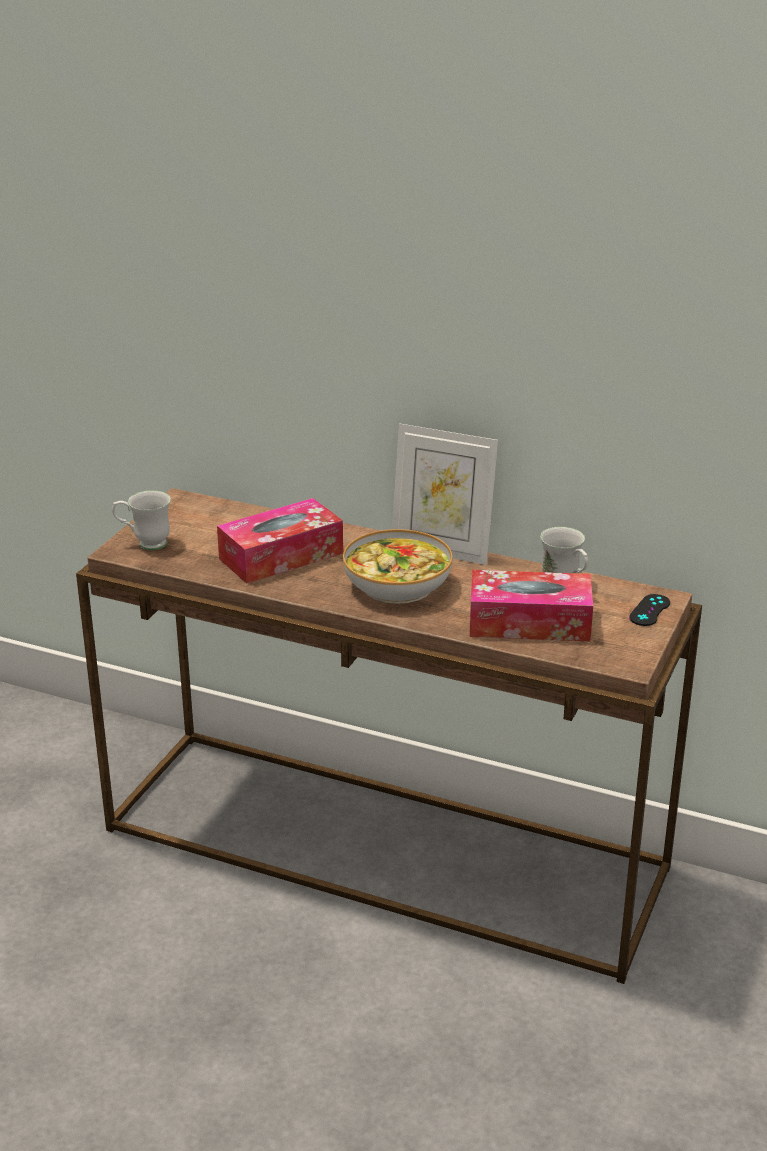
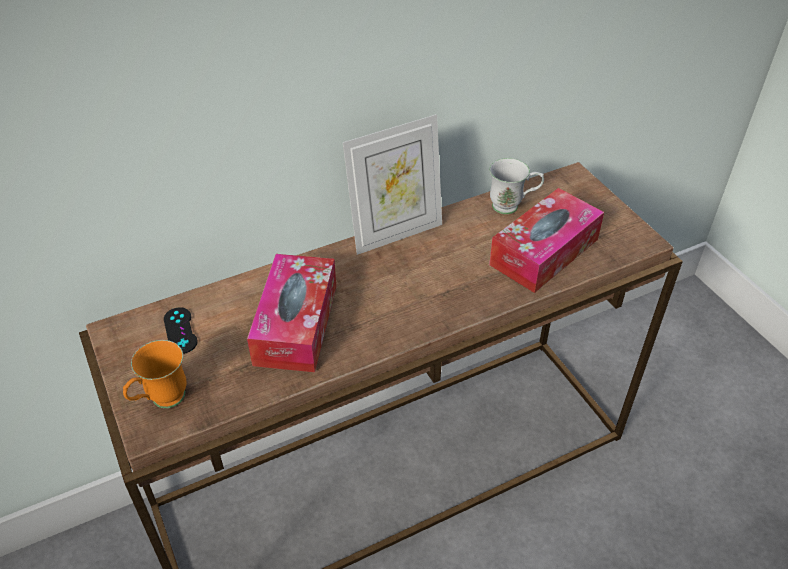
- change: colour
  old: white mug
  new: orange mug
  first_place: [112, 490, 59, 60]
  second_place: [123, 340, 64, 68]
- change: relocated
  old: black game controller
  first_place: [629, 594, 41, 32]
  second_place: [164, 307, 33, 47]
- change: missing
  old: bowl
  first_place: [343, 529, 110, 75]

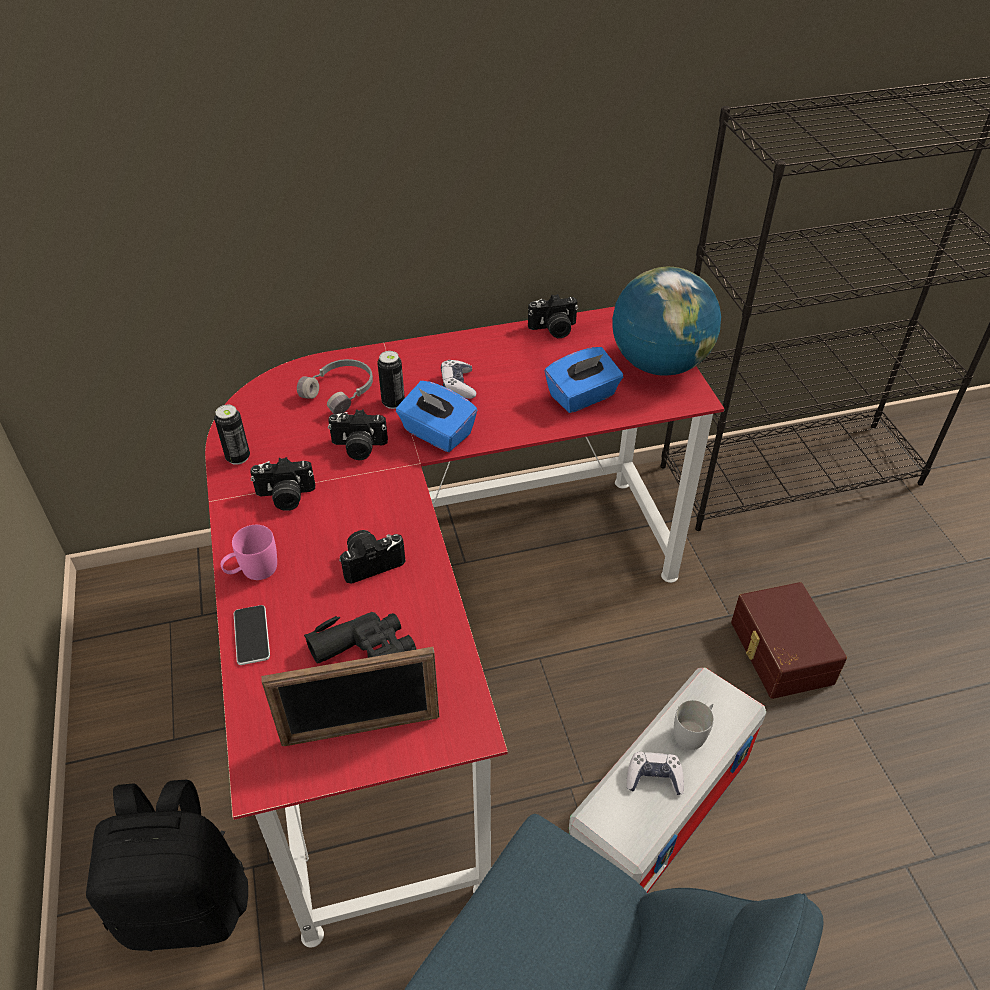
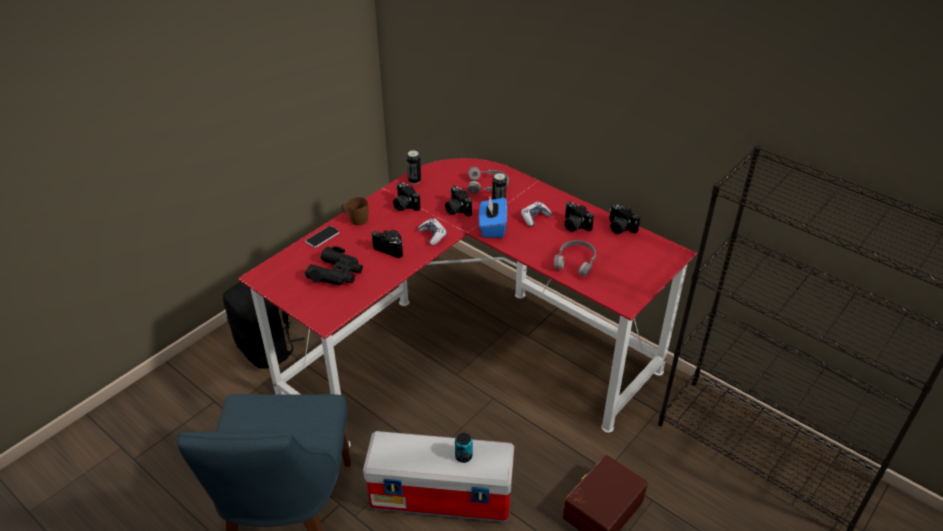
- change: colour
  old: pink mug
  new: brown mug
  first_place: [221, 525, 56, 55]
  second_place: [341, 197, 27, 29]
- change: relocated
  old: game controller
  first_place: [627, 752, 57, 43]
  second_place: [418, 218, 29, 27]
- change: exchanged
  old: white mug
  new: can
  first_place: [674, 700, 40, 50]
  second_place: [455, 433, 17, 30]
- change: exchanged
  old: blue tissue box
  new: grey headphones
  first_place: [545, 347, 78, 66]
  second_place: [554, 240, 42, 37]
- change: appeared
  new: photo camera
  second_place: [564, 202, 30, 30]
- change: missing
  old: picture frame
  first_place: [261, 647, 178, 99]
- change: missing
  old: globe
  first_place: [612, 267, 109, 109]

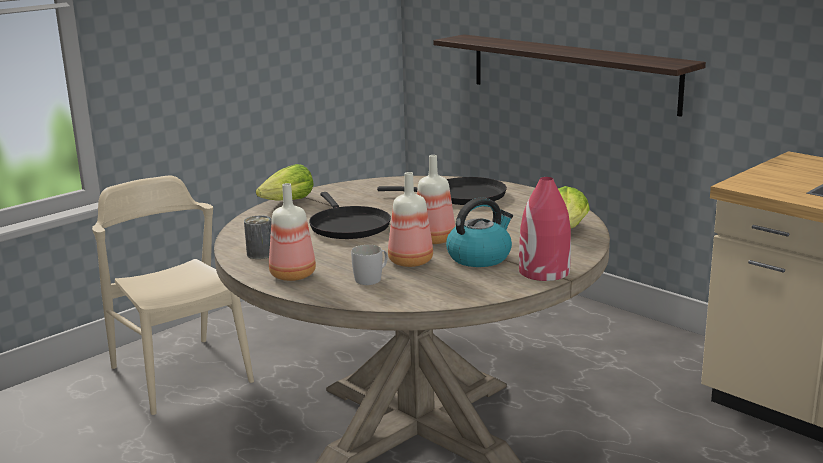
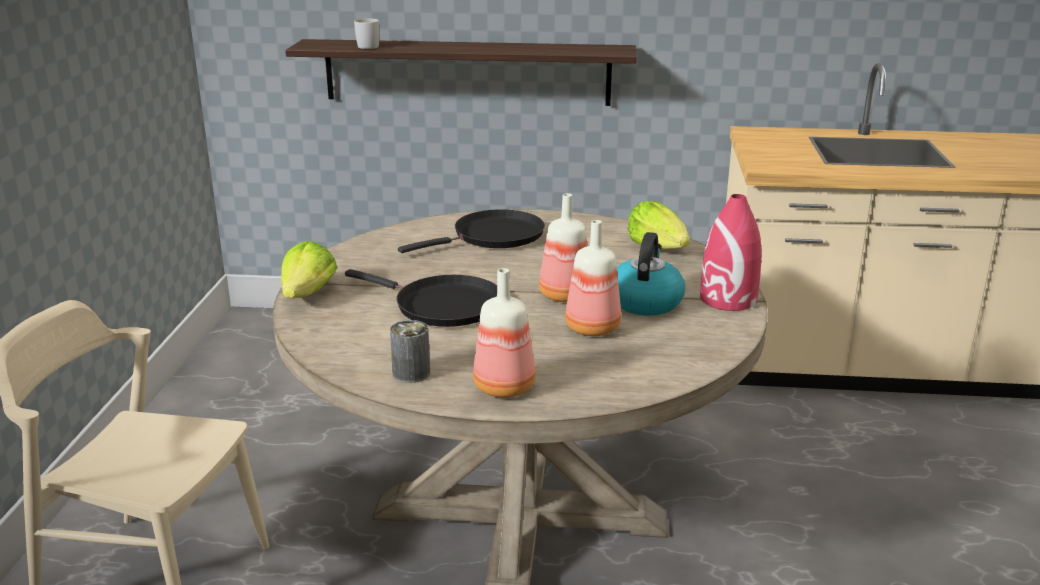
- change: relocated
  old: white mug
  first_place: [351, 245, 37, 40]
  second_place: [354, 19, 26, 30]

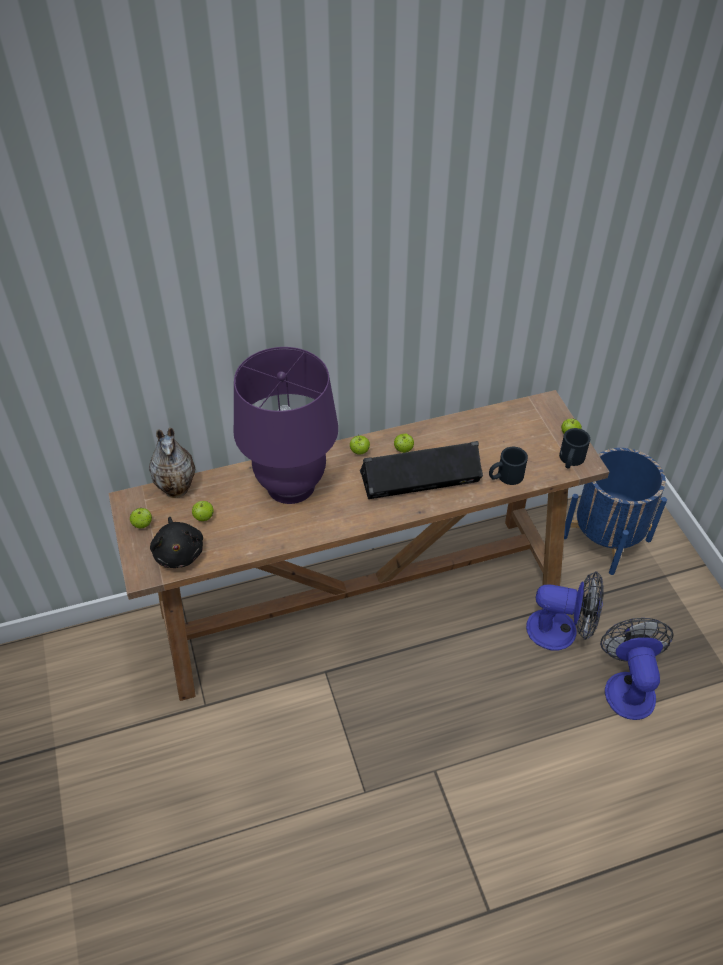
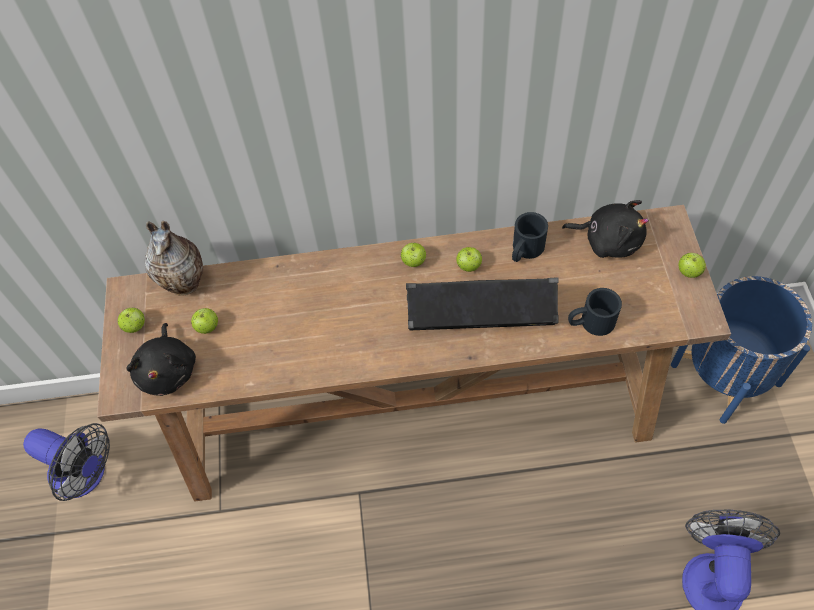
- change: relocated
  old: fan
  first_place: [526, 571, 78, 79]
  second_place: [23, 423, 87, 78]
- change: relocated
  old: black mug
  first_place: [559, 428, 31, 41]
  second_place: [512, 212, 36, 50]
- change: appeared
  new: black plush toy
  second_place: [562, 200, 87, 58]
- change: missing
  old: purple table lamp
  first_place: [234, 347, 104, 157]

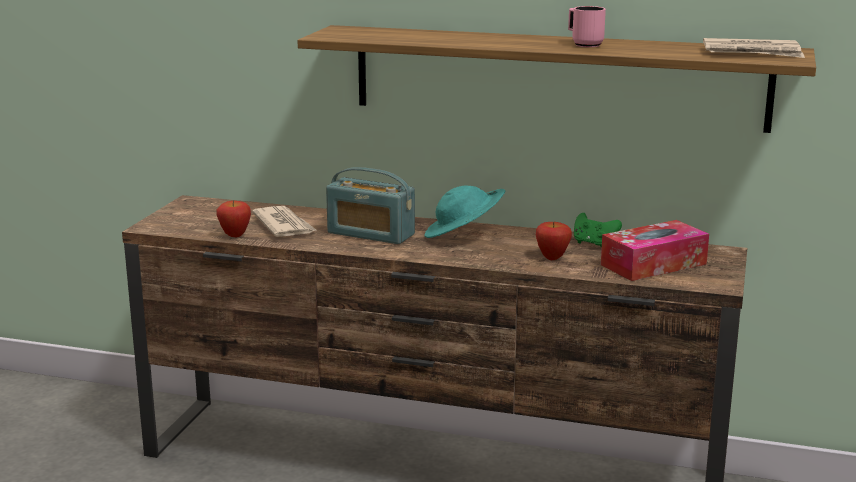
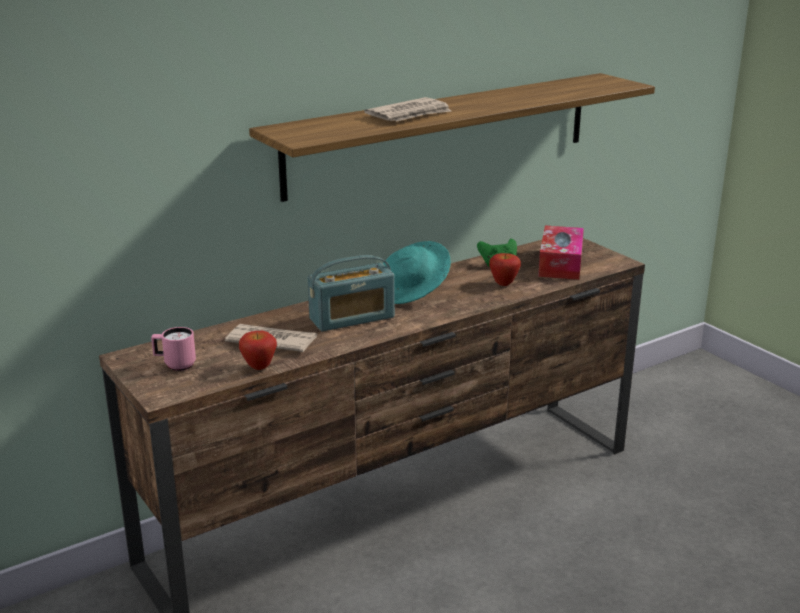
- change: relocated
  old: pink mug
  first_place: [568, 6, 38, 41]
  second_place: [151, 327, 45, 44]
- change: relocated
  old: newspaper
  first_place: [703, 38, 102, 20]
  second_place: [364, 97, 87, 24]

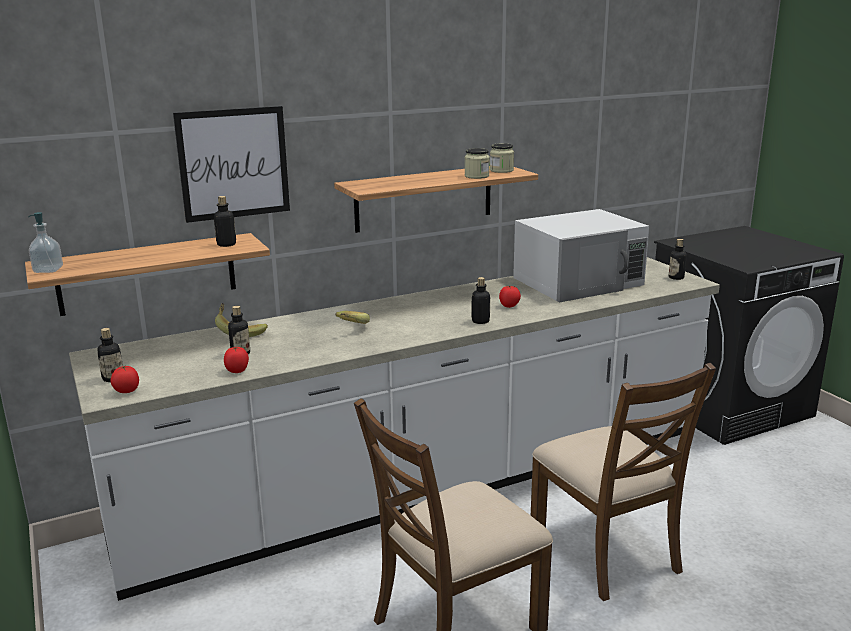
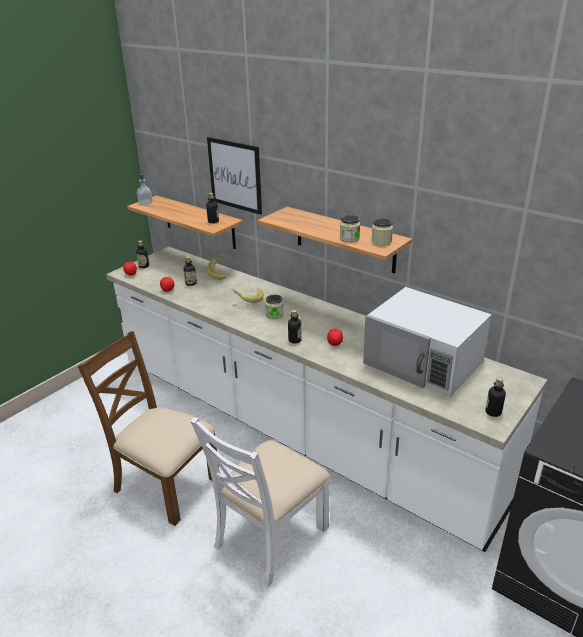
- change: colour
  old: brown chair
  new: white chair
  first_place: [531, 363, 185, 238]
  second_place: [190, 417, 140, 170]
- change: appeared
  new: jar
  second_place: [265, 295, 19, 24]

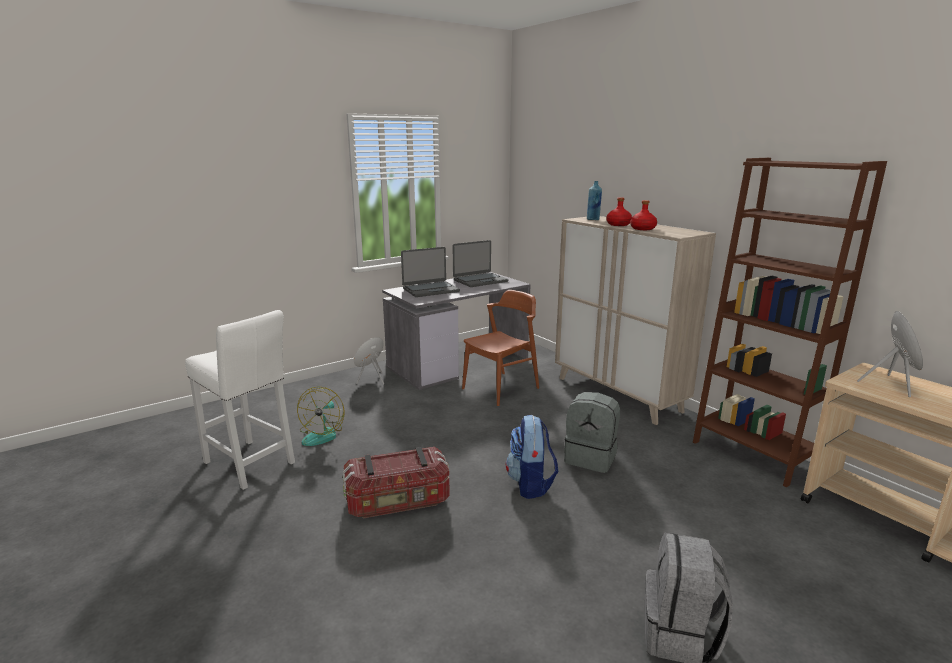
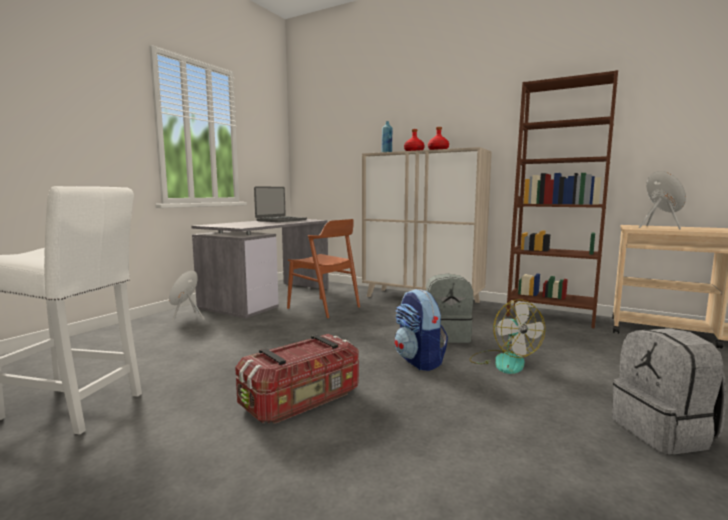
- change: spun
  old: brown chair
  first_place: [462, 290, 77, 116]
  second_place: [287, 219, 73, 99]
  degrees: 105
- change: relocated
  old: fan
  first_place: [297, 386, 47, 60]
  second_place: [469, 299, 76, 75]
- change: missing
  old: laptop
  first_place: [401, 247, 59, 50]

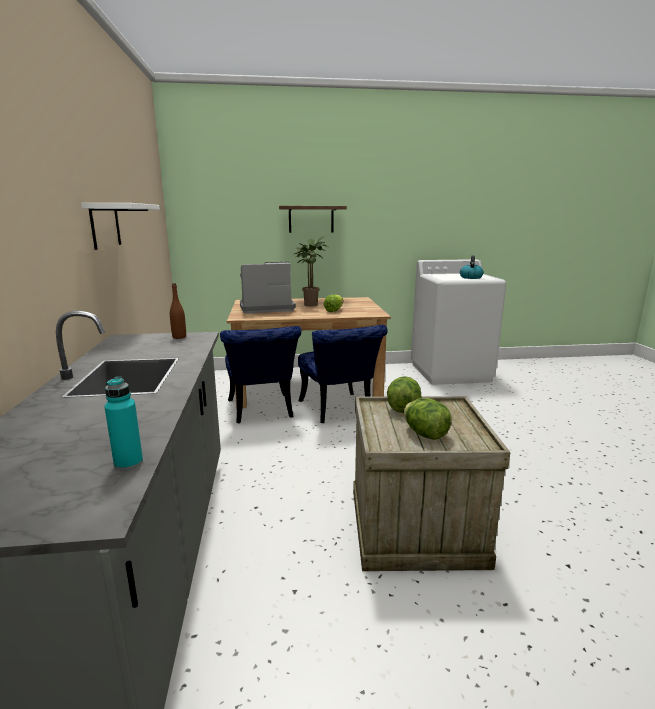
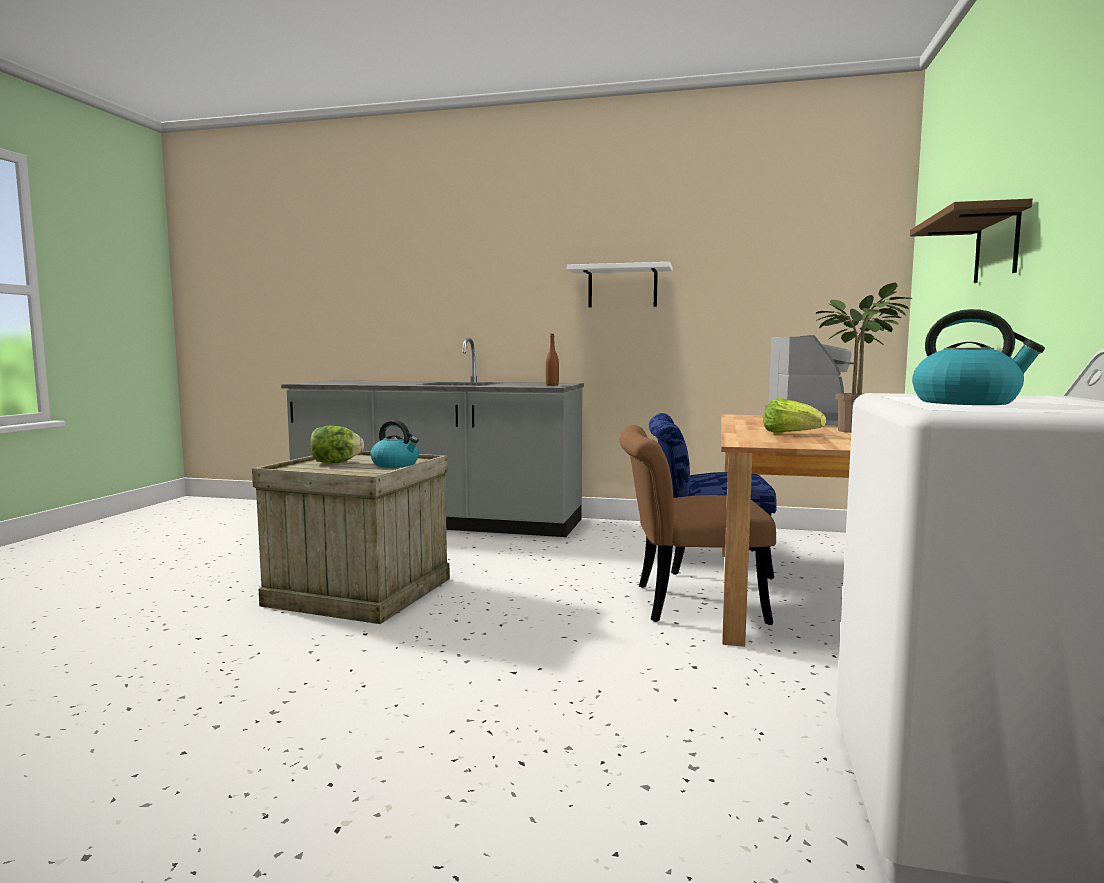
- change: exchanged
  old: lettuce
  new: kettle
  first_place: [387, 376, 34, 37]
  second_place: [371, 420, 48, 48]
- change: colour
  old: blue chair
  new: brown chair
  first_place: [298, 325, 90, 98]
  second_place: [619, 425, 157, 200]
- change: missing
  old: turquoise bottle
  first_place: [104, 377, 39, 94]

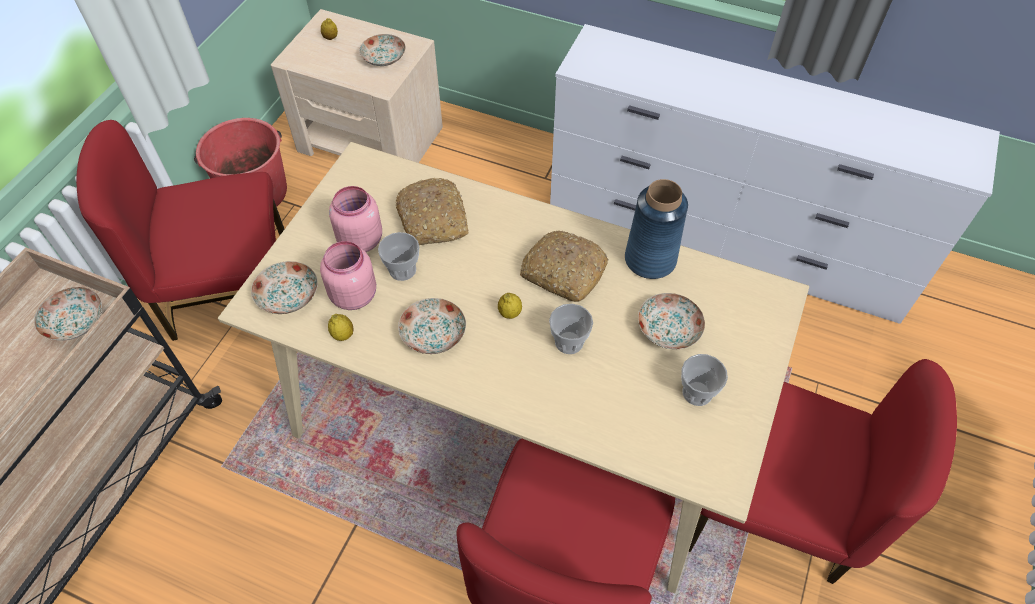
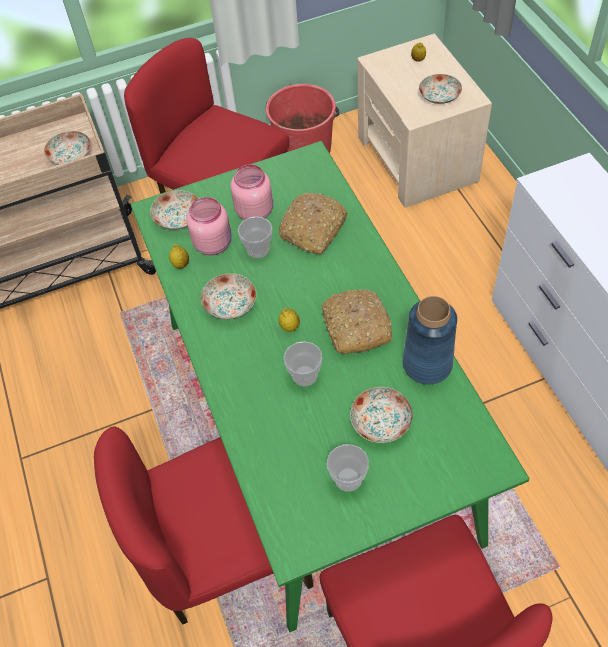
- change: colour
  old: beige dining table
  new: green dining table
  first_place: [218, 142, 591, 452]
  second_place: [130, 141, 400, 491]

